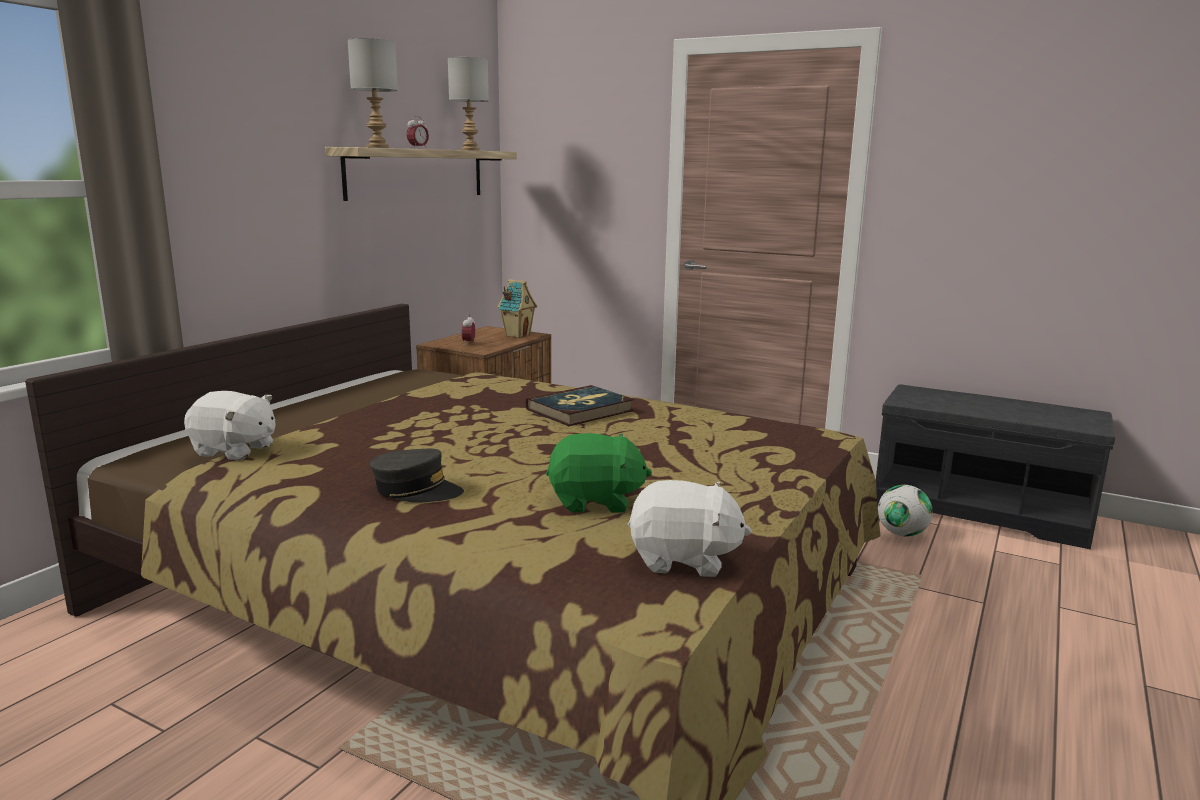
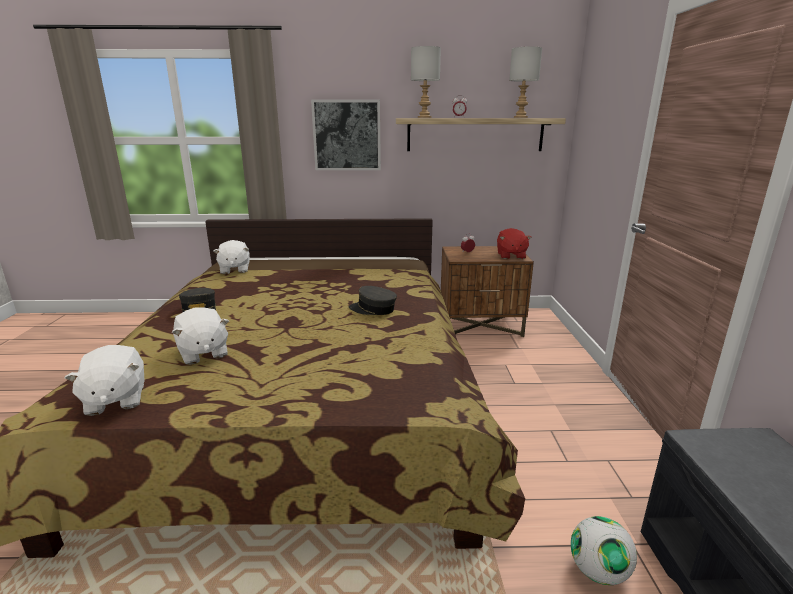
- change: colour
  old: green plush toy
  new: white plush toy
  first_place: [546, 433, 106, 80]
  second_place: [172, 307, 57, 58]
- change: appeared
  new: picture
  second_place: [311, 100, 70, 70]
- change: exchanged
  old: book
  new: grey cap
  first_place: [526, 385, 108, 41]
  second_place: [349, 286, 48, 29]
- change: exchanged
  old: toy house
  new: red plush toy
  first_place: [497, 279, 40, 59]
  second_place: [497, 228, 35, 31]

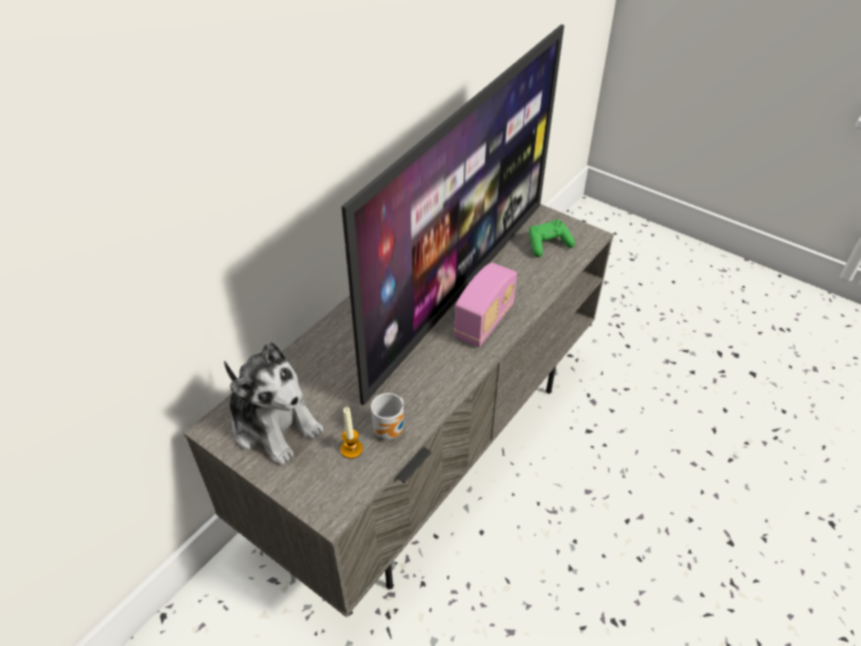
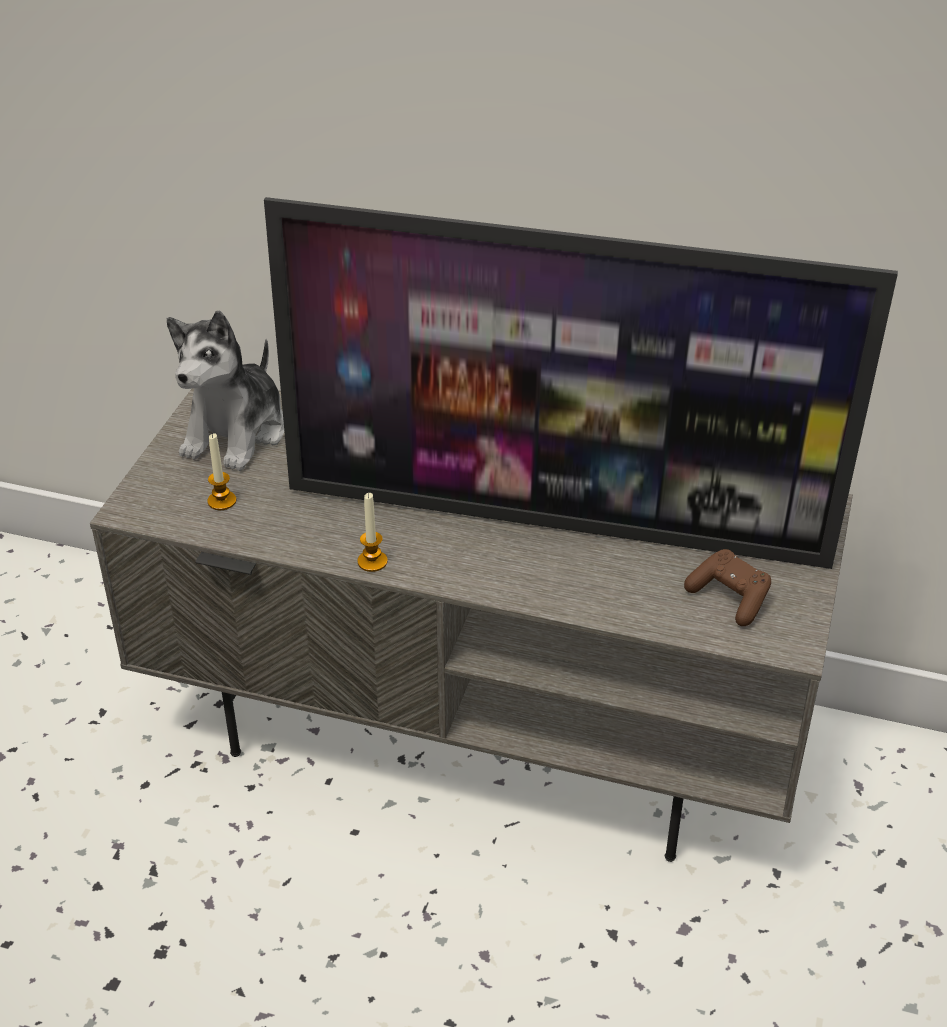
- change: appeared
  new: candle
  second_place: [357, 493, 31, 79]
- change: colour
  old: green game controller
  new: brown game controller
  first_place: [529, 219, 46, 38]
  second_place: [684, 549, 87, 77]
- change: missing
  old: mug
  first_place: [371, 393, 33, 46]
- change: missing
  old: radio
  first_place: [454, 262, 63, 85]

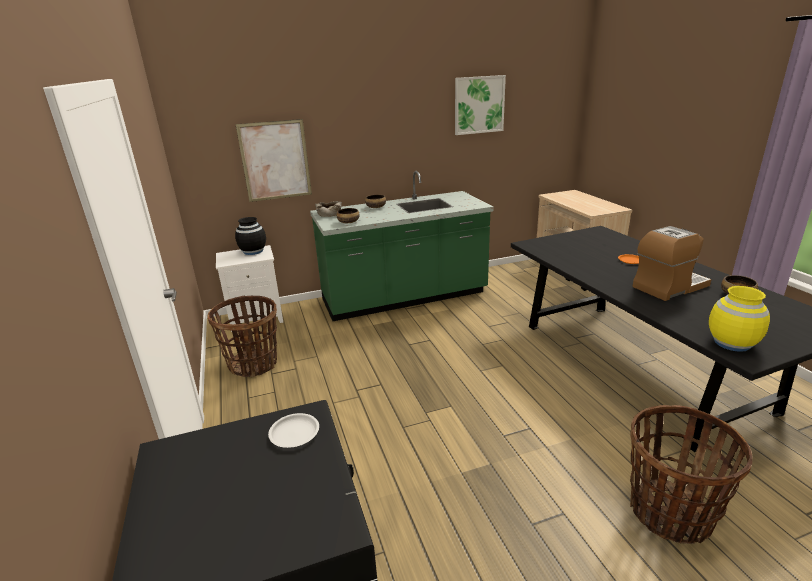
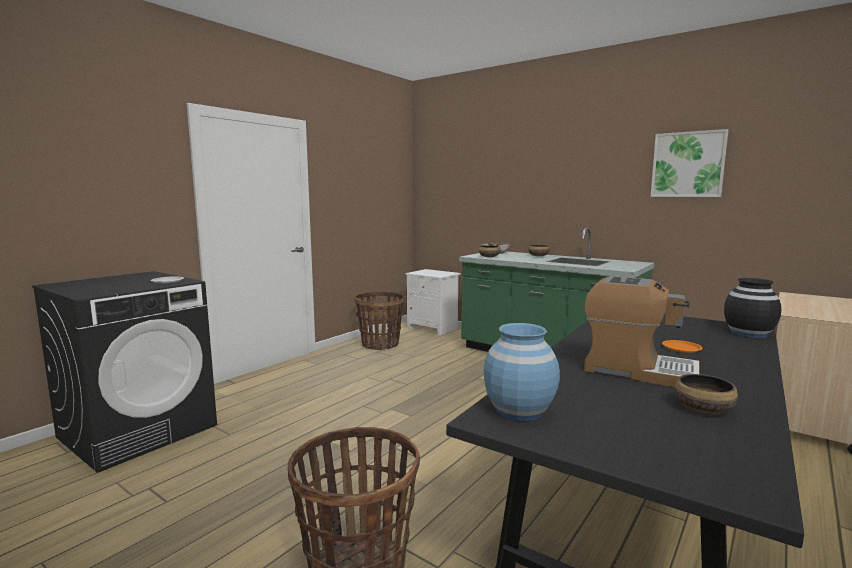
- change: colour
  old: yellow vase
  new: blue vase
  first_place: [709, 286, 61, 66]
  second_place: [484, 323, 76, 98]
- change: relocated
  old: black vase
  first_place: [235, 217, 31, 38]
  second_place: [724, 278, 57, 60]
- change: missing
  old: picture
  first_place: [236, 119, 76, 83]

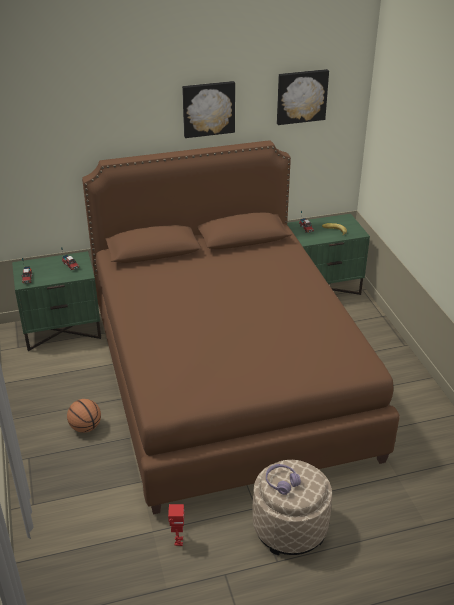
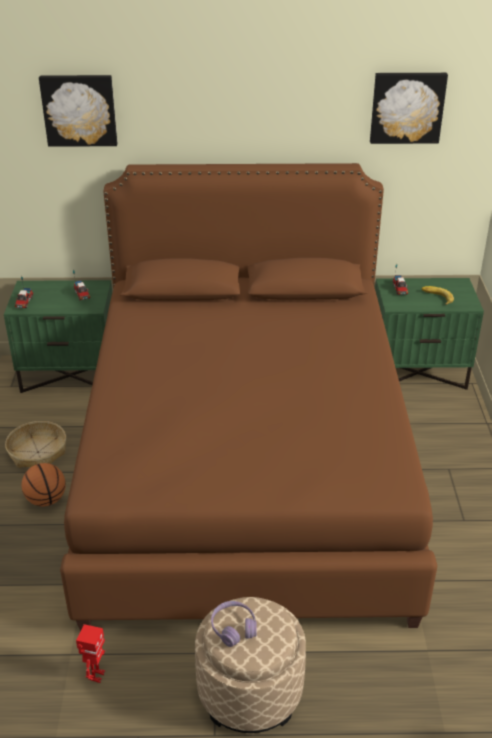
- change: appeared
  new: basket
  second_place: [5, 421, 61, 47]
- change: relocated
  old: picture
  first_place: [182, 81, 53, 57]
  second_place: [39, 75, 79, 72]

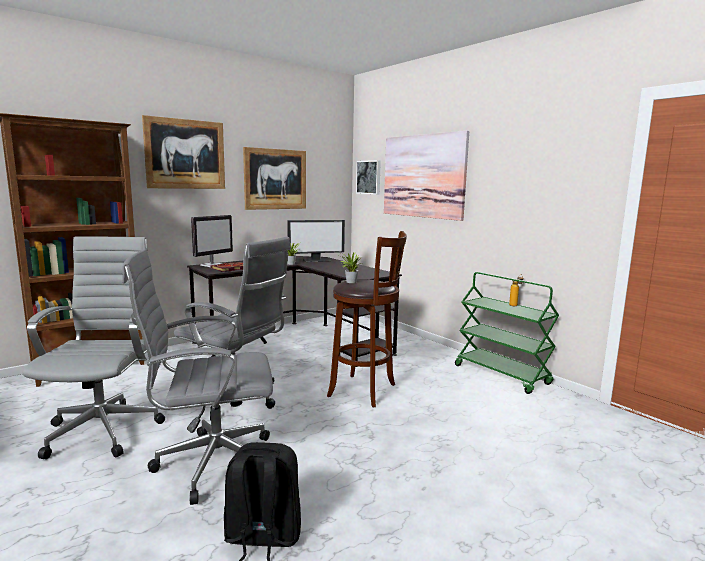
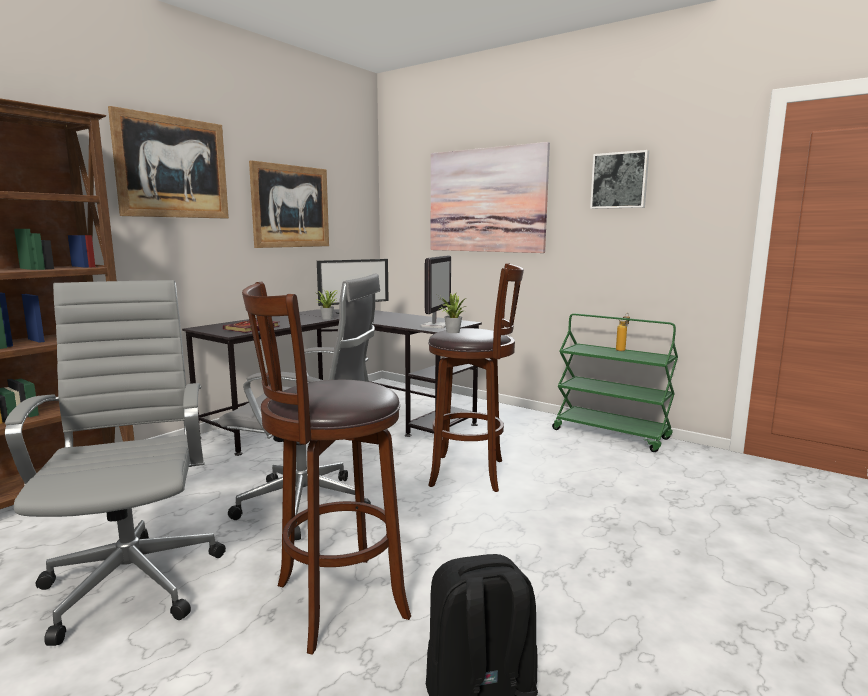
- change: exchanged
  old: grey office chair
  new: brown stool
  first_place: [122, 249, 151, 256]
  second_place: [242, 282, 169, 373]
- change: relocated
  old: monitor
  first_place: [191, 215, 42, 52]
  second_place: [420, 255, 31, 73]
- change: relocated
  old: picture
  first_place: [356, 160, 25, 34]
  second_place: [590, 150, 59, 59]

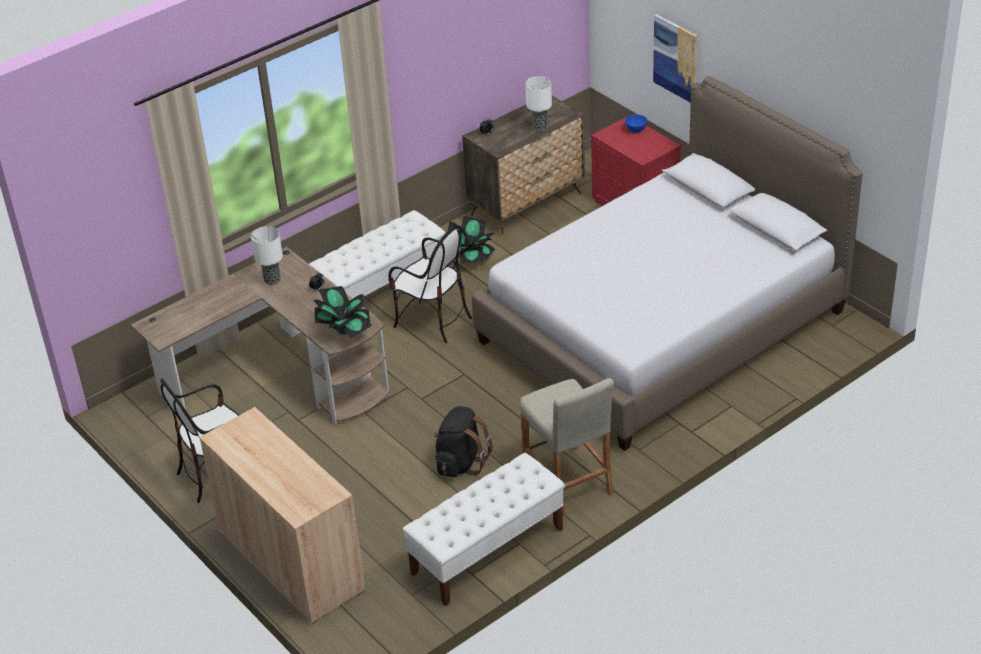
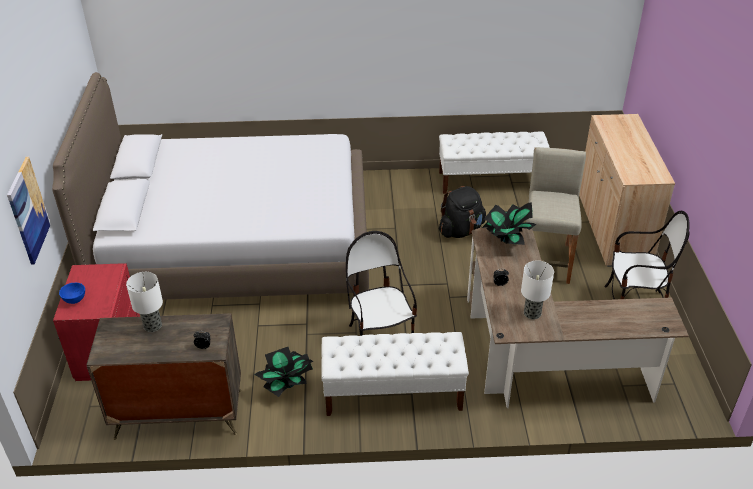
- change: relocated
  old: beige stool
  first_place: [520, 378, 94, 137]
  second_place: [526, 147, 60, 137]

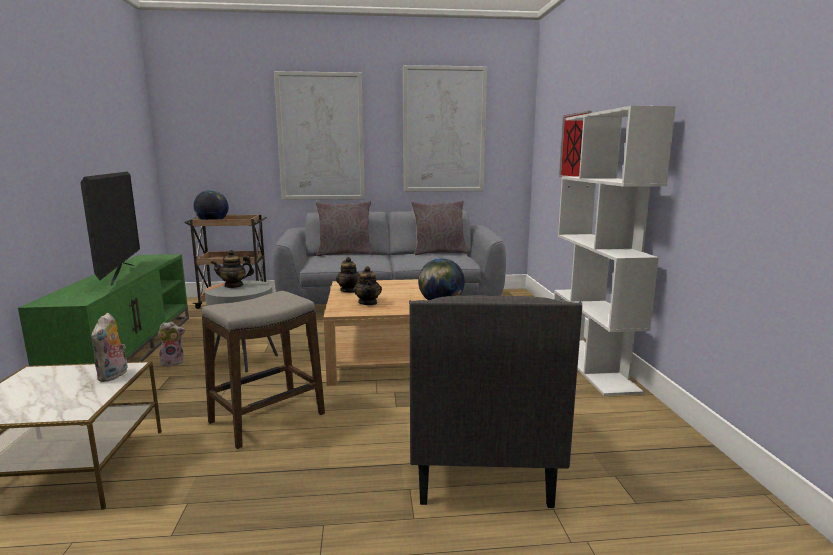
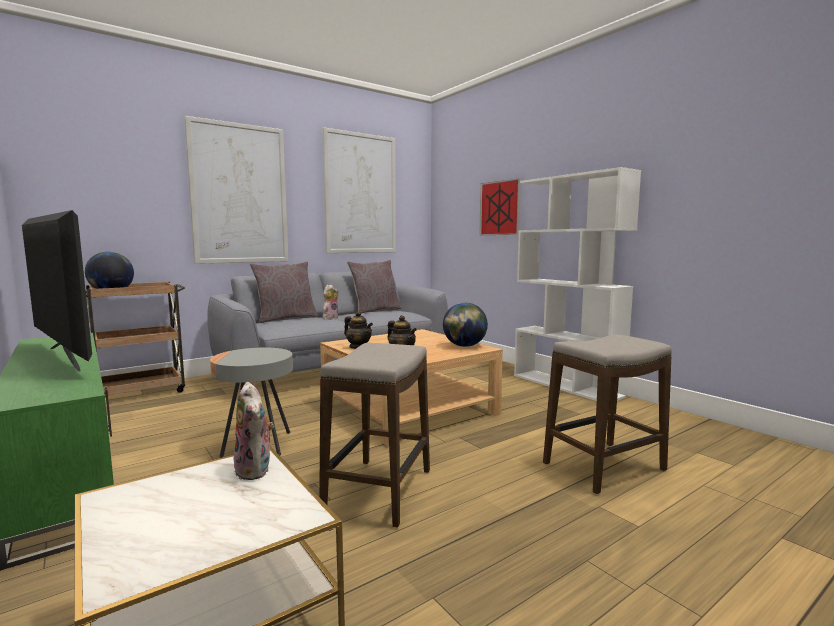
- change: relocated
  old: plush toy
  first_place: [158, 322, 27, 44]
  second_place: [322, 285, 16, 34]
- change: exchanged
  old: grey armchair
  new: stool
  first_place: [409, 295, 173, 213]
  second_place: [543, 334, 129, 160]
- change: missing
  old: teapot
  first_place: [211, 250, 43, 38]

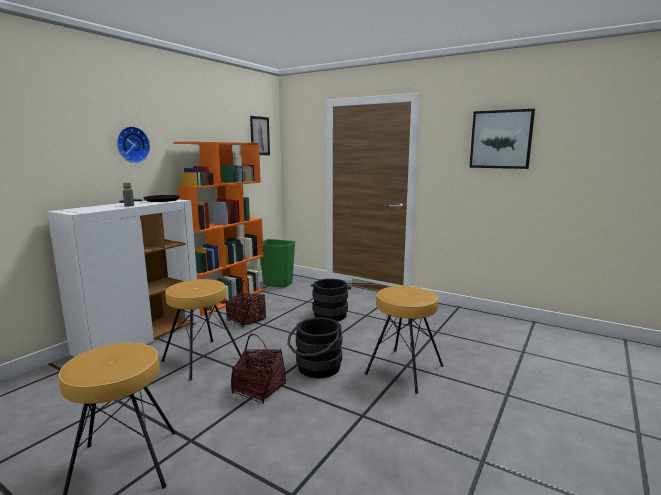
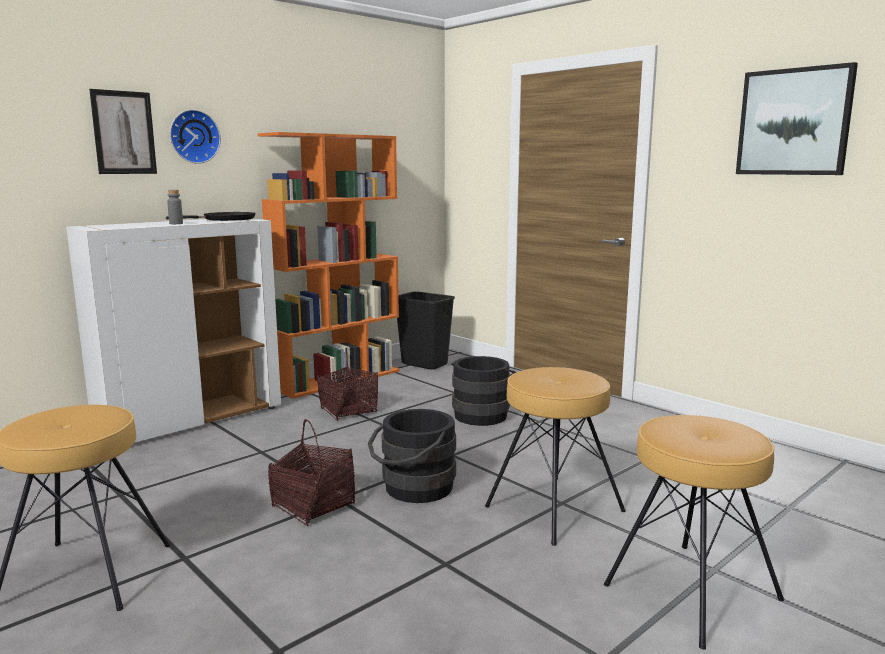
- change: relocated
  old: picture
  first_place: [250, 116, 20, 39]
  second_place: [89, 89, 68, 85]
- change: colour
  old: green trash can
  new: black trash can
  first_place: [260, 239, 36, 48]
  second_place: [397, 292, 58, 78]
- change: relocated
  old: brown stool
  first_place: [161, 279, 80, 101]
  second_place: [604, 415, 180, 235]

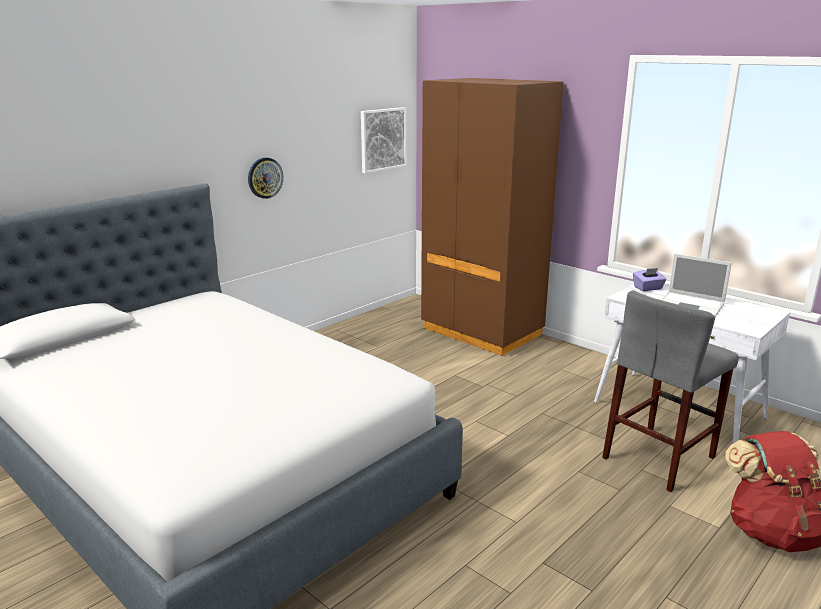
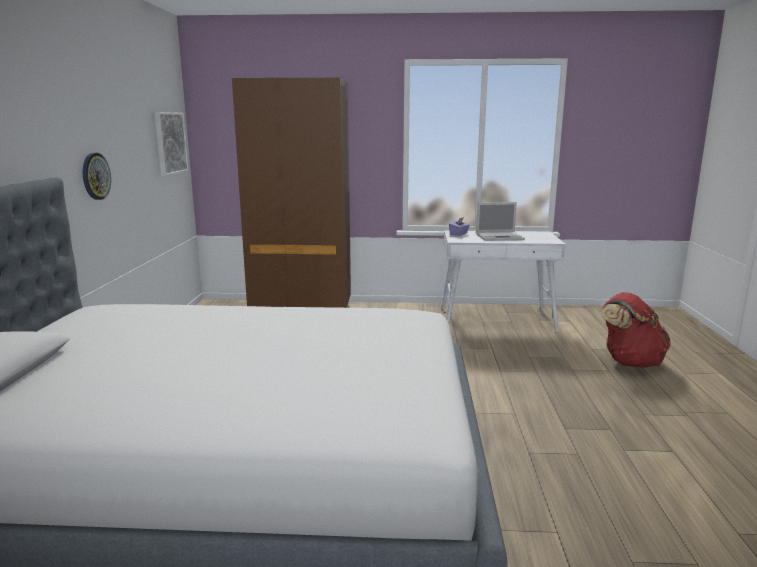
- change: missing
  old: grey stool
  first_place: [602, 290, 137, 202]

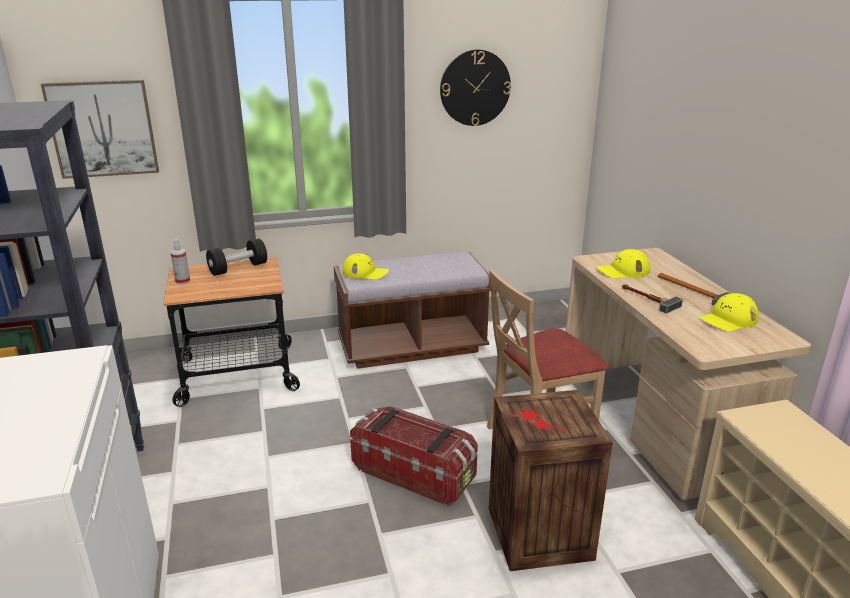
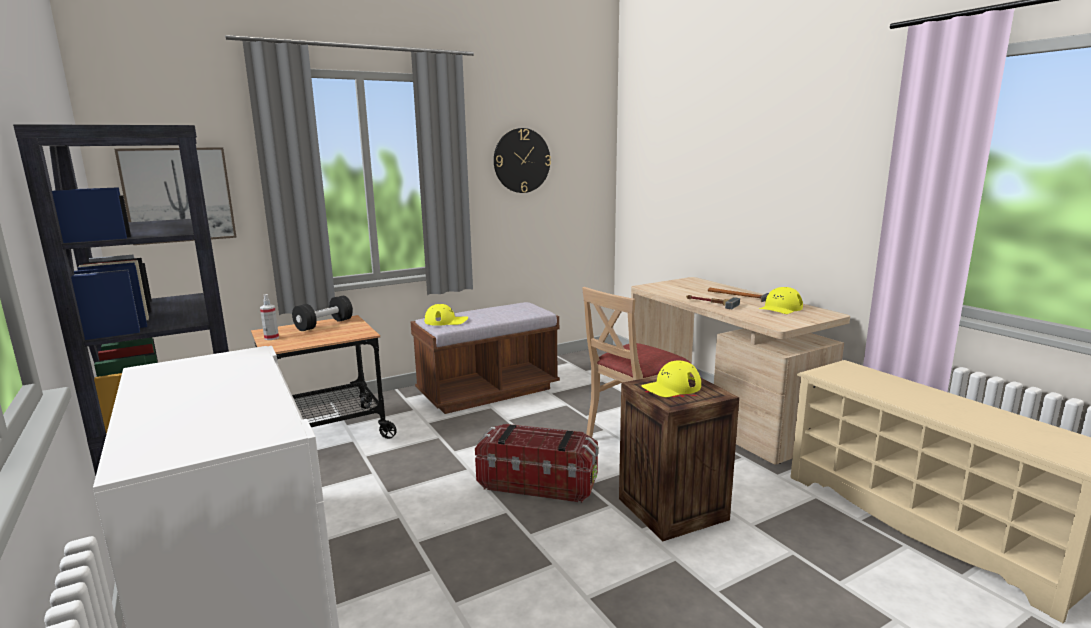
- change: relocated
  old: yellow cap
  first_place: [597, 249, 53, 29]
  second_place: [641, 361, 60, 36]

